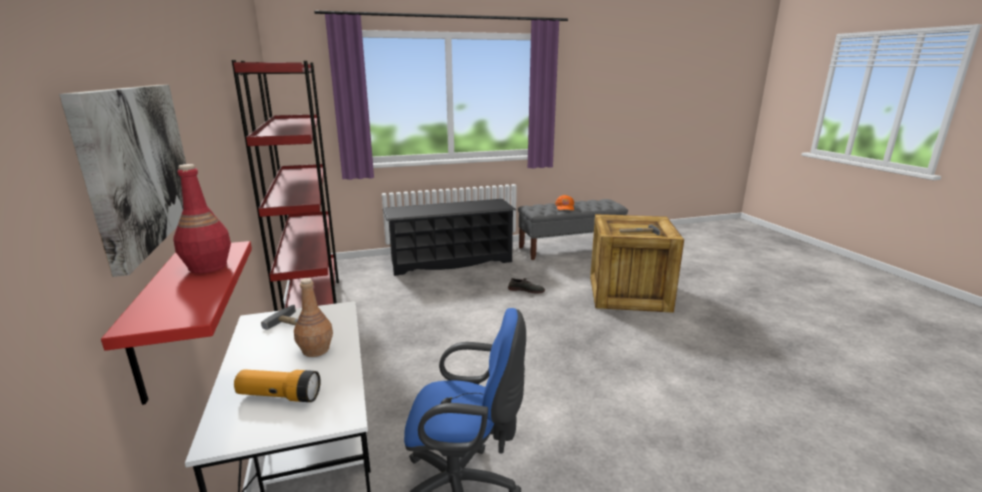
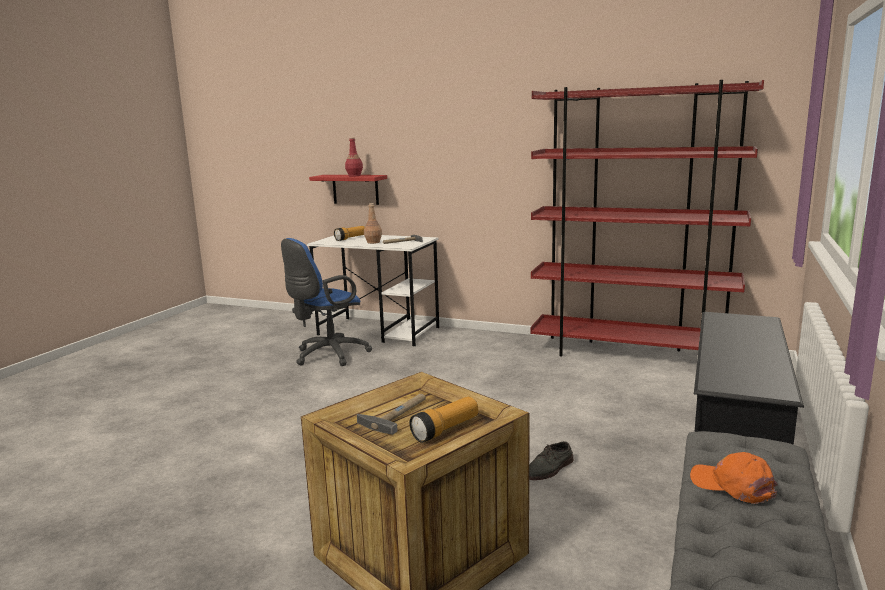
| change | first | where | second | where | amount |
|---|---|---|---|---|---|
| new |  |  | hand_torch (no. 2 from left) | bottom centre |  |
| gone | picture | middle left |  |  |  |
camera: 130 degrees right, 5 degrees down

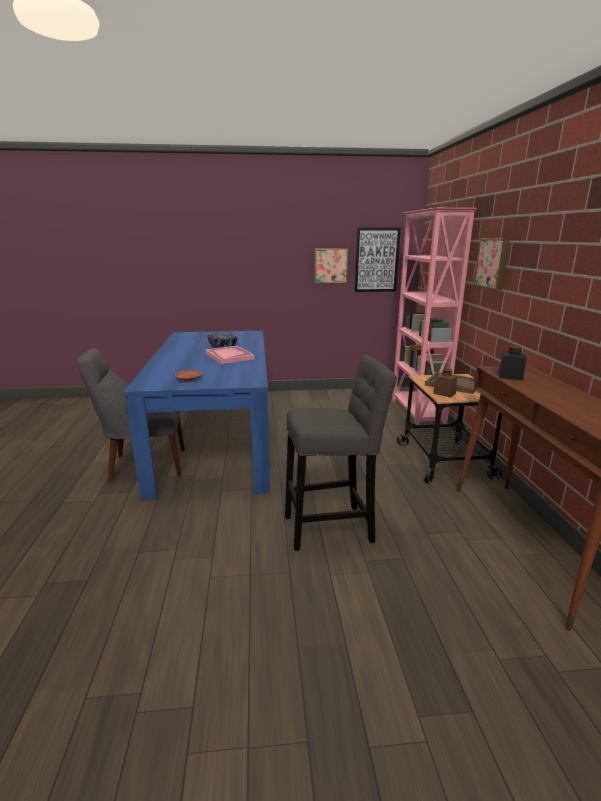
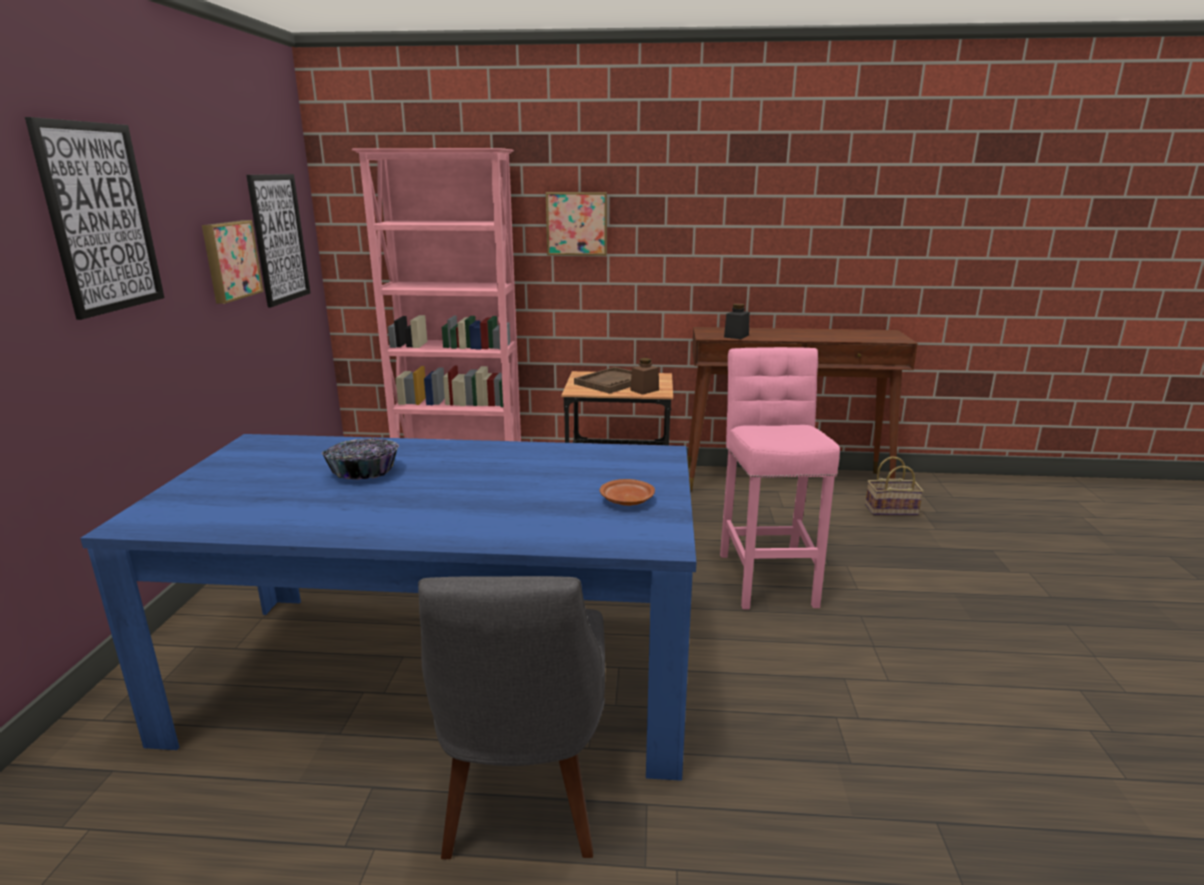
| change | first | where | second | where | amount |
|---|---|---|---|---|---|
| new |  |  | picture (no. 1 from left) | top left |  |
| repainted | grey_stool_seat | centre | pink-coloured_stool_seat | centre |  |
| new |  |  | basket | middle right |  |
| gone | pink-coloured_tray | centre |  |  |  |
camera: 80 degrees left, 0 degrees up

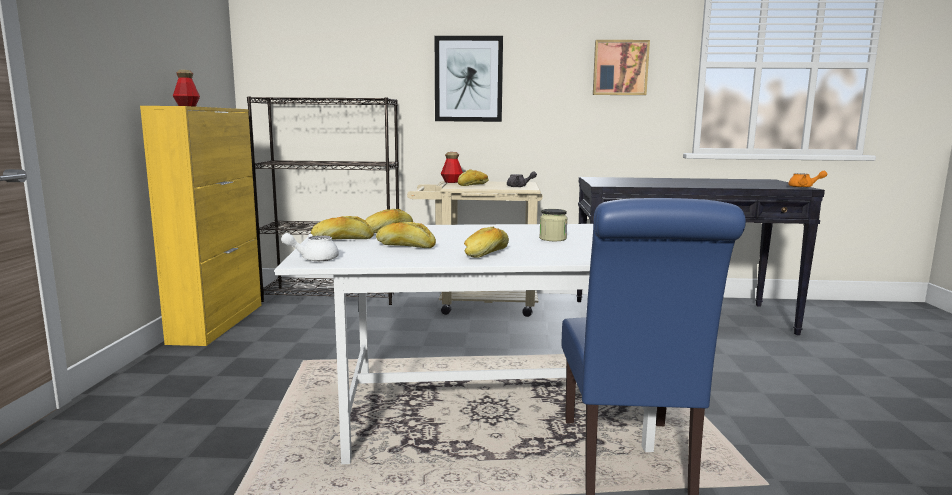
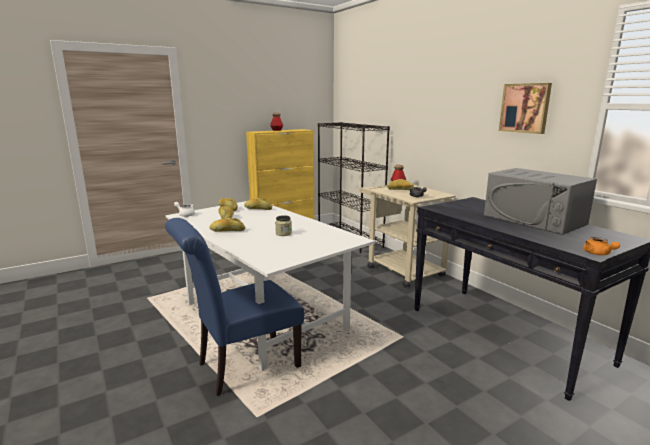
| change | first | where | second | where | amount |
|---|---|---|---|---|---|
| new |  |  | grey_microwave | middle right |  |
| gone | picture (no. 1 from left) | top centre |  |  |  |
camera: 55 degrees right, 5 degrees up

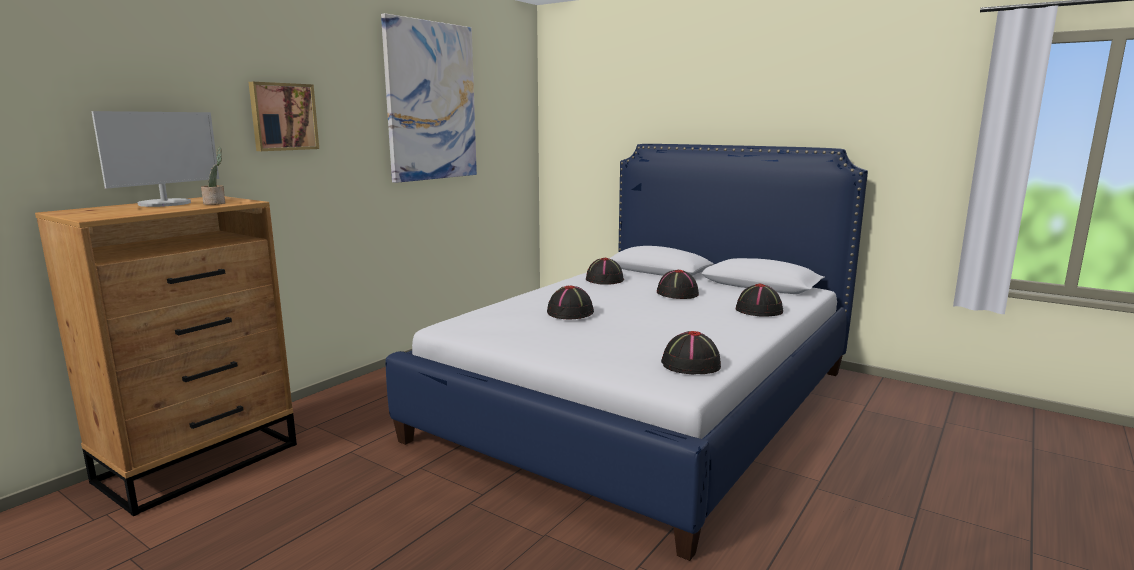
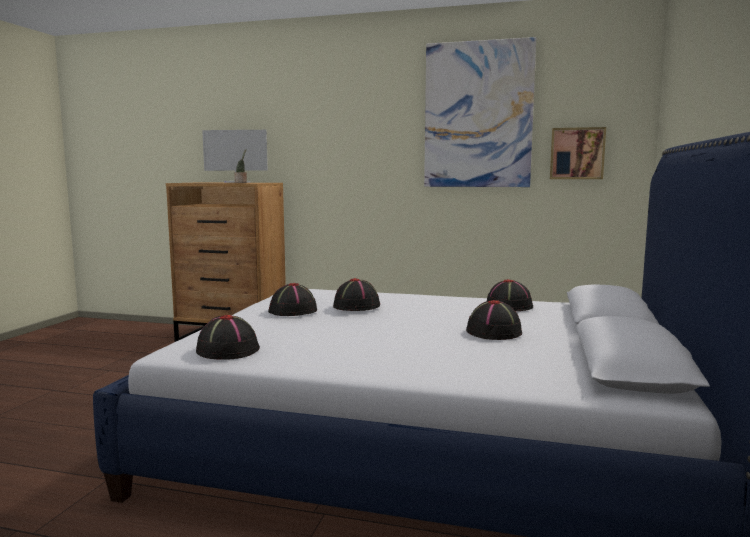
| change | first | where | second | where | amount |
|---|---|---|---|---|---|
| shifted | blackish_wearable_hat (no. 5 from left in the first image) | middle right | blackish_wearable_hat (no. 2 from left) | centre |  |
| shifted | picture (no. 1 from left in the first image) | top left | picture (no. 2 from left) | top right |  |
camera: 70 degrees right, 5 degrees down

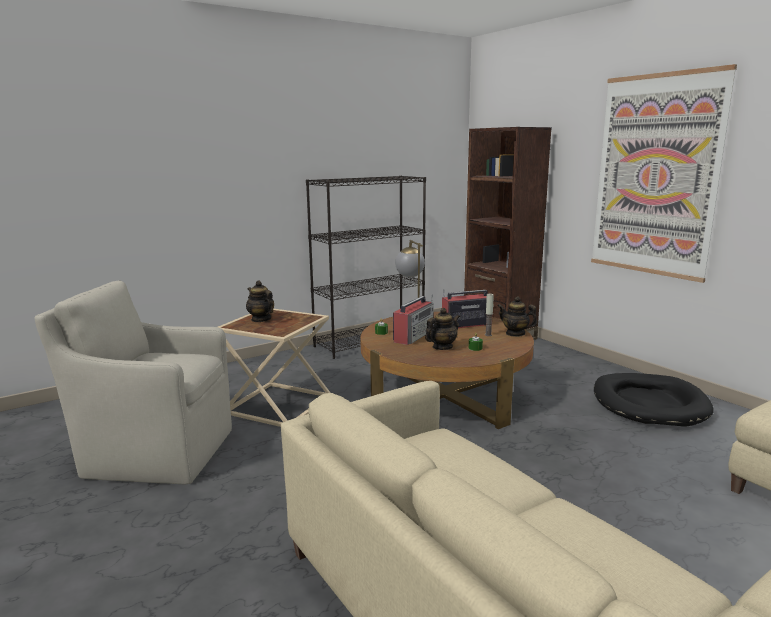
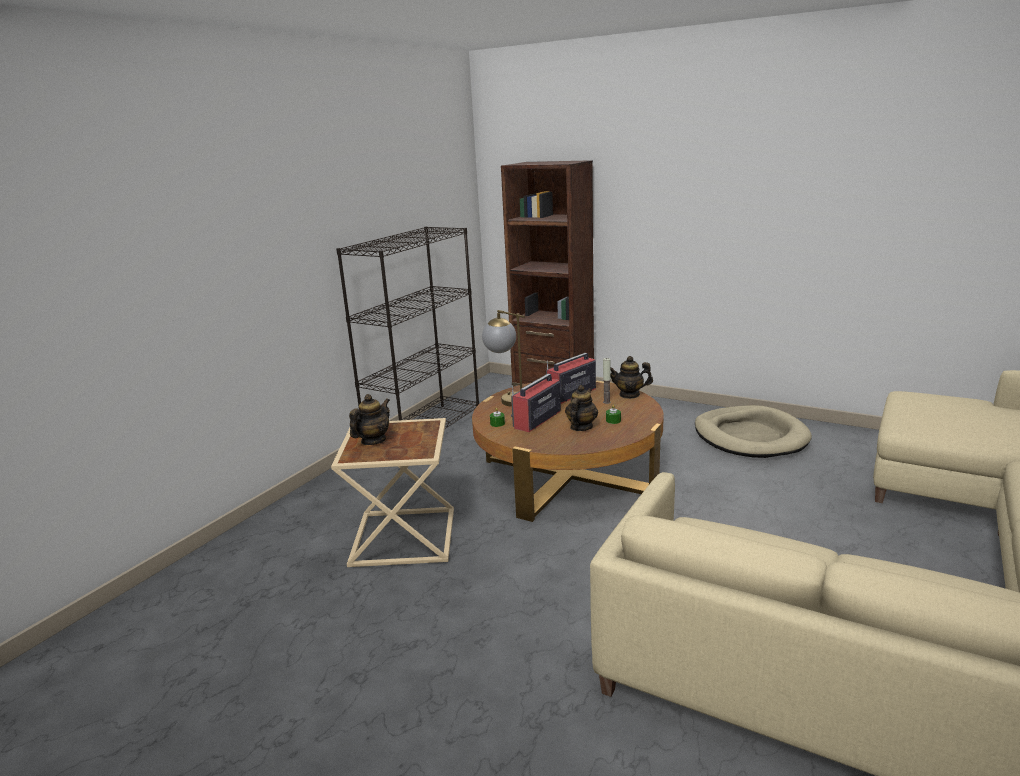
| change | first | where | second | where | amount |
|---|---|---|---|---|---|
| rotated | pot_for_tea (no. 1 from left) | centre |  | centre | 105 degrees clockwise |
| rotated | radio (no. 1 from left) | centre |  | centre | 150 degrees counterclockwise |
| repainted | blackish_dog_bed | middle right | sand-coloured_dog_bed | middle right |  |
| gone | sand-coloured_easy_chair | middle left |  |  |  |
| gone | picture | top right |  |  |  |
camera: 25 degrees left, 5 degrees up

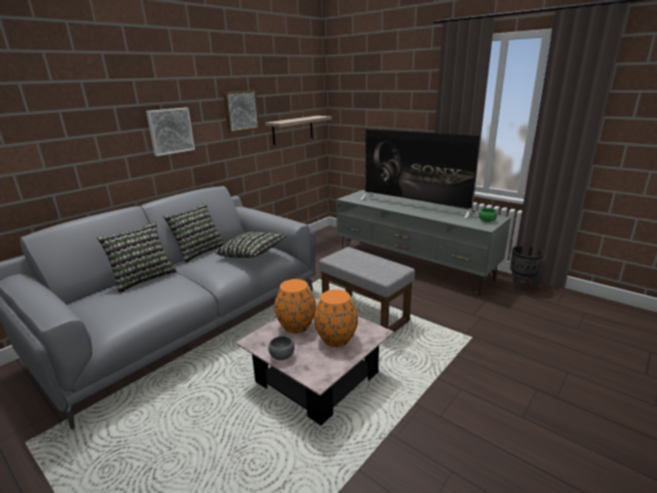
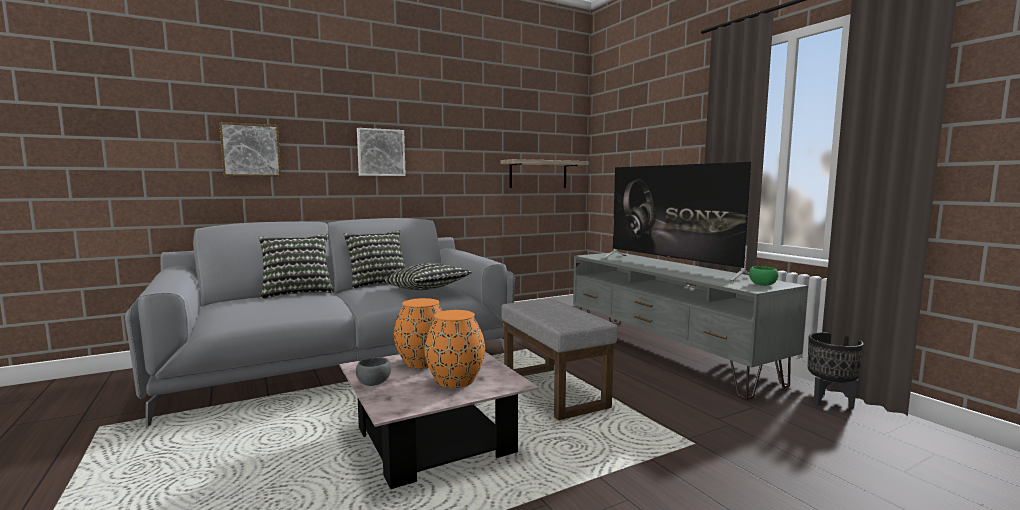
| change | first | where | second | where | amount |
|---|---|---|---|---|---|
| shifted | picture (no. 2 from left in the first image) | top centre | picture (no. 1 from left) | top left |  |
camera: 20 degrees right, 15 degrees down

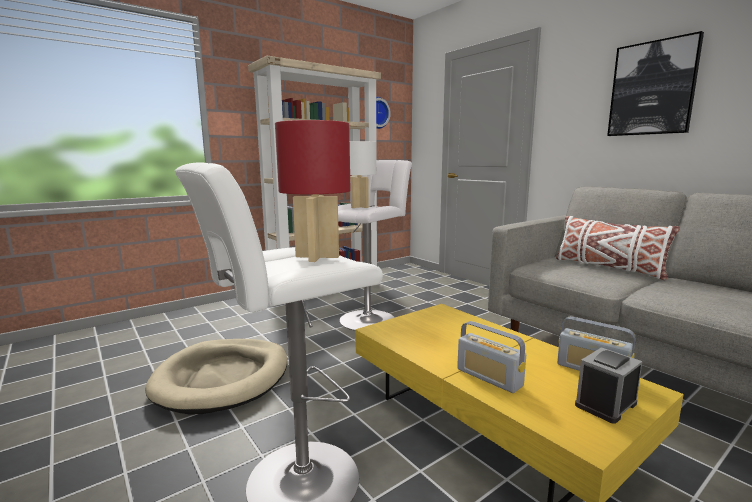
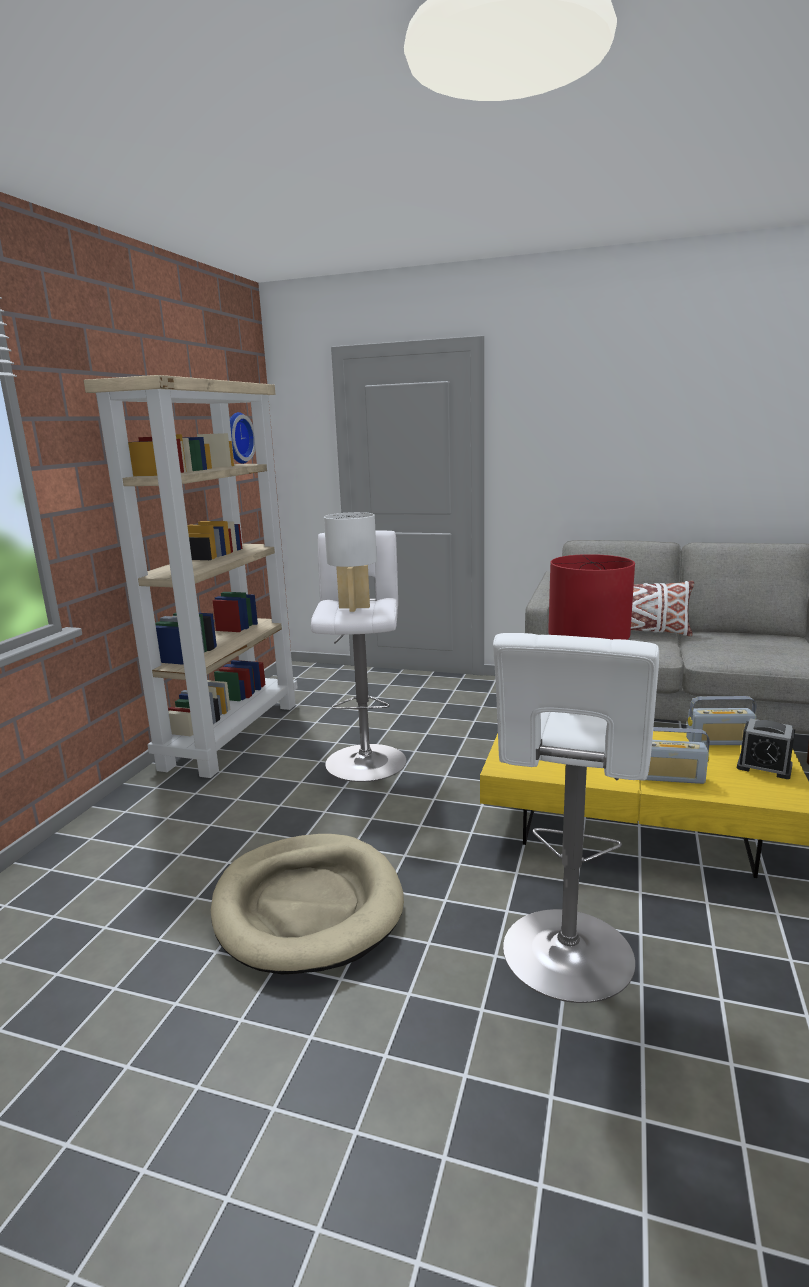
| change | first | where | second | where | amount |
|---|---|---|---|---|---|
| rotated | table_clock | bottom right |  | middle right | 75 degrees counterclockwise |
| gone | picture | top right |  |  |  |
camera: 35 degrees left, 5 degrees up

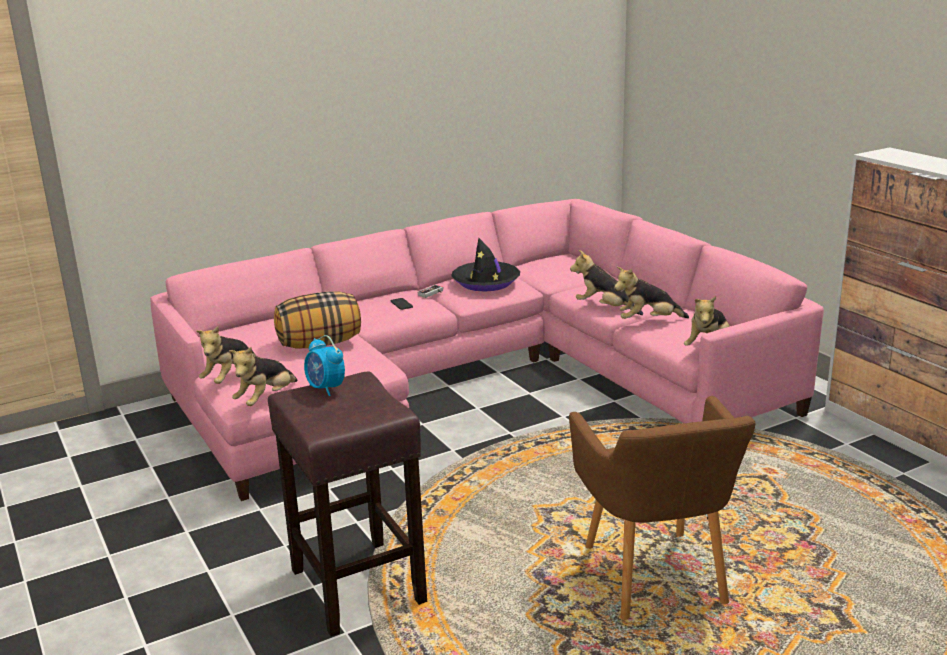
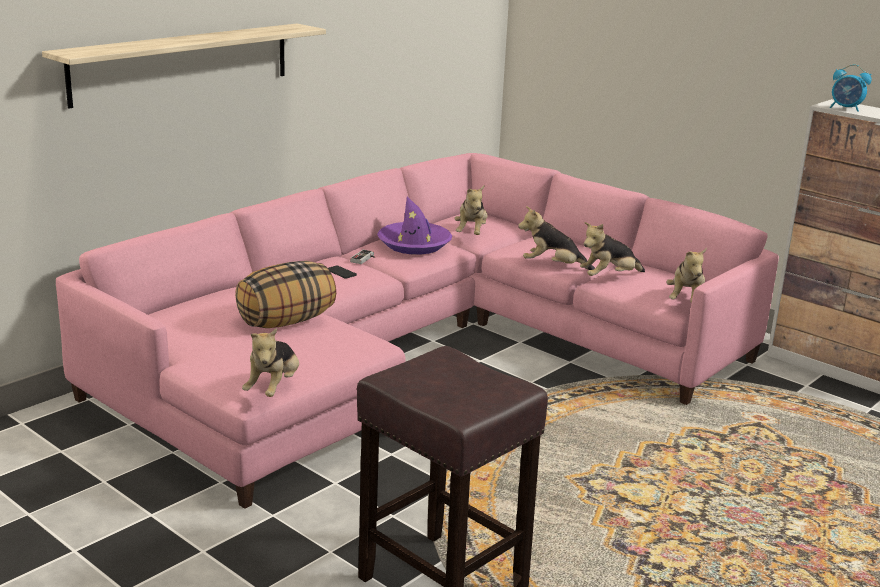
| change | first | where | second | where | amount |
|---|---|---|---|---|---|
| new |  |  | bracket_shelf | top left |  |
| repainted | blackish_wearable_hat | centre | purple-coloured_wearable_hat | centre |  |
| shifted | soft_toy (no. 1 from left in the first image) | middle left | soft_toy (no. 2 from left) | centre |  |
| shifted | table_clock | centre |  | top right |  |
| gone | brown_easy_chair | bottom right |  |  |  |
camera: 20 degrees left, 0 degrees up

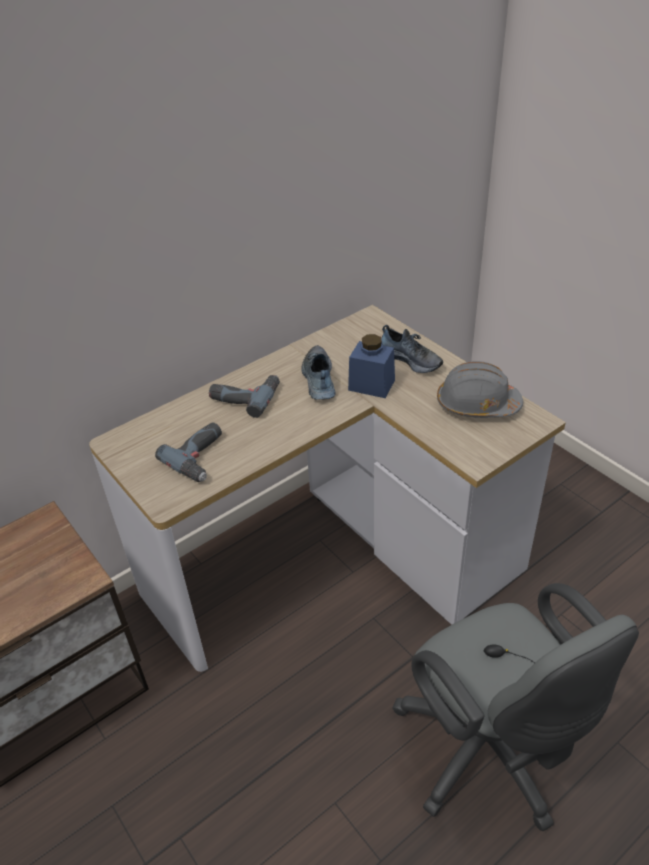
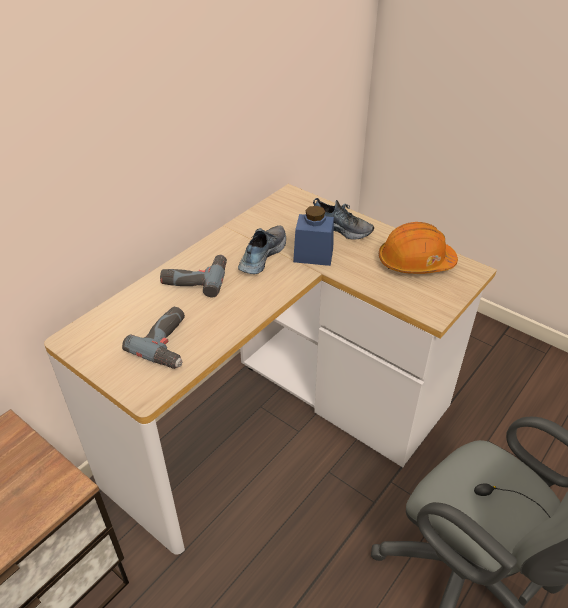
| change | first | where | second | where | amount |
|---|---|---|---|---|---|
| rotated | low_shoe (no. 1 from left) | centre |  | centre | 45 degrees clockwise |
| repainted | grey_work_helmet | middle right | orange-coloured_work_helmet | middle right |  |
camera: 15 degrees left, 0 degrees up

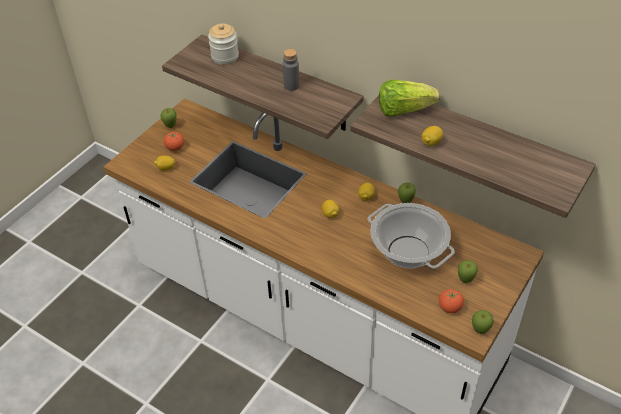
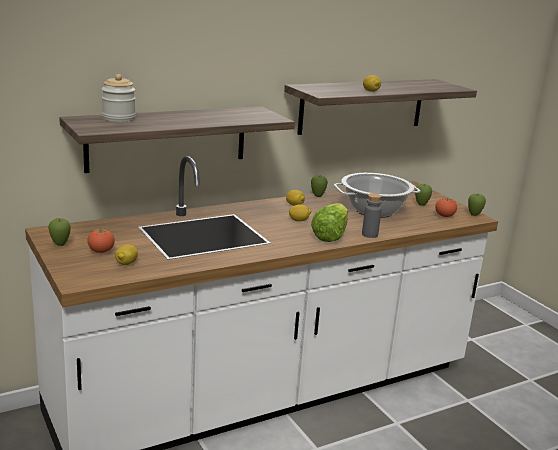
| change | first | where | second | where | amount |
|---|---|---|---|---|---|
| shifted | lettuce_head | top centre |  | centre |  |
| shifted | grey_drink_bottle | top centre |  | middle right |  |
camera: 65 degrees left, 25 degrees down

